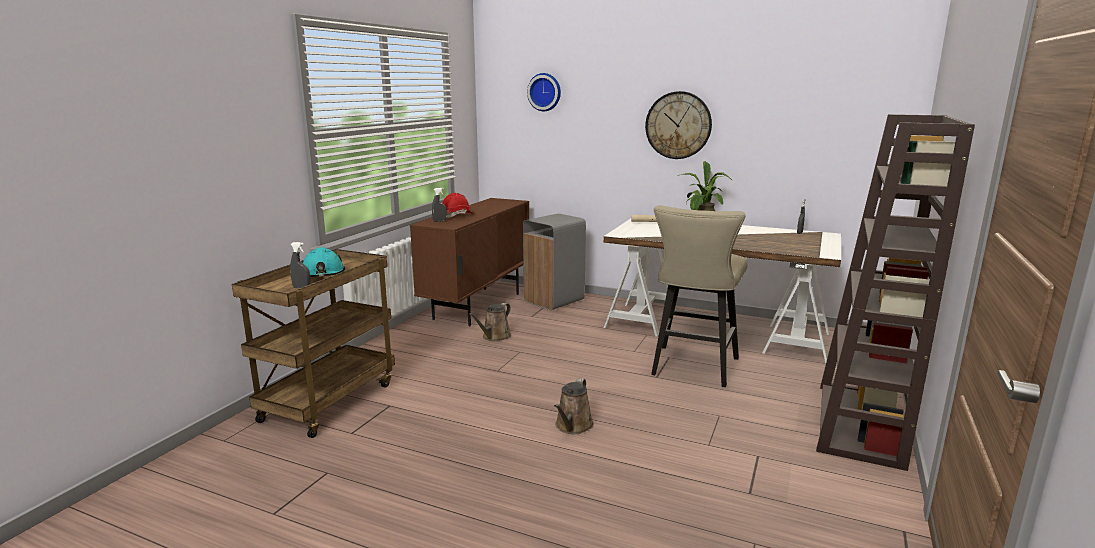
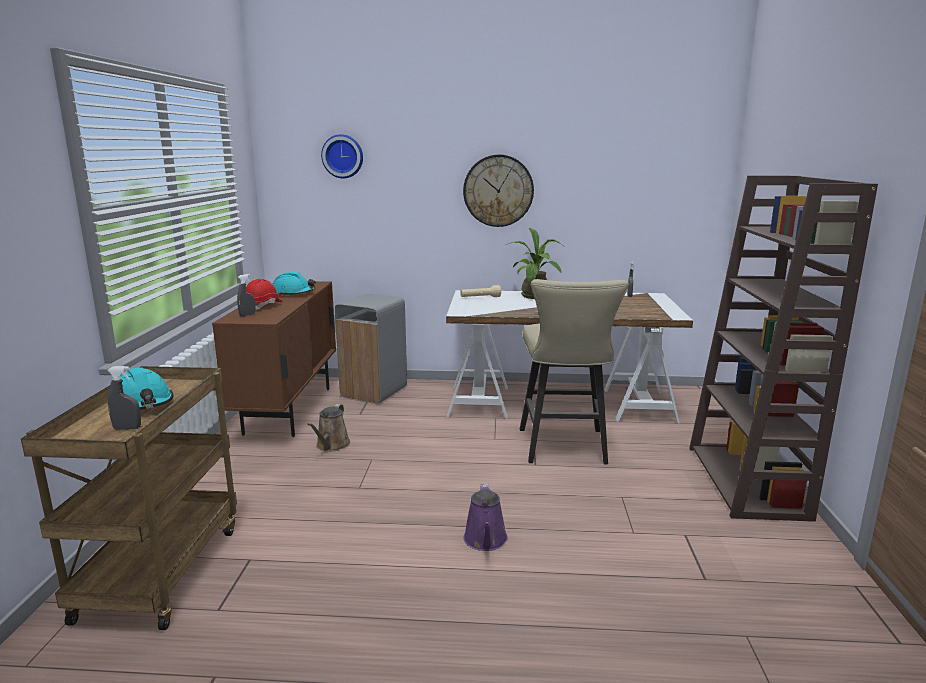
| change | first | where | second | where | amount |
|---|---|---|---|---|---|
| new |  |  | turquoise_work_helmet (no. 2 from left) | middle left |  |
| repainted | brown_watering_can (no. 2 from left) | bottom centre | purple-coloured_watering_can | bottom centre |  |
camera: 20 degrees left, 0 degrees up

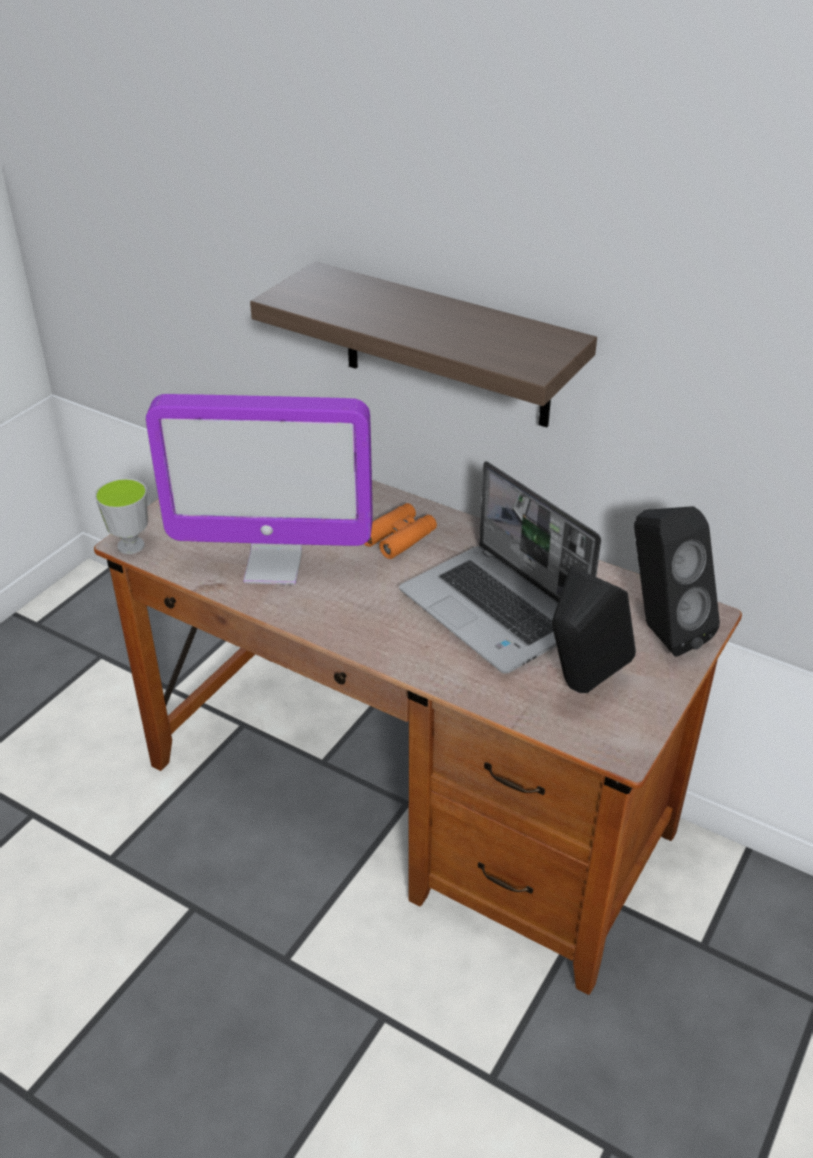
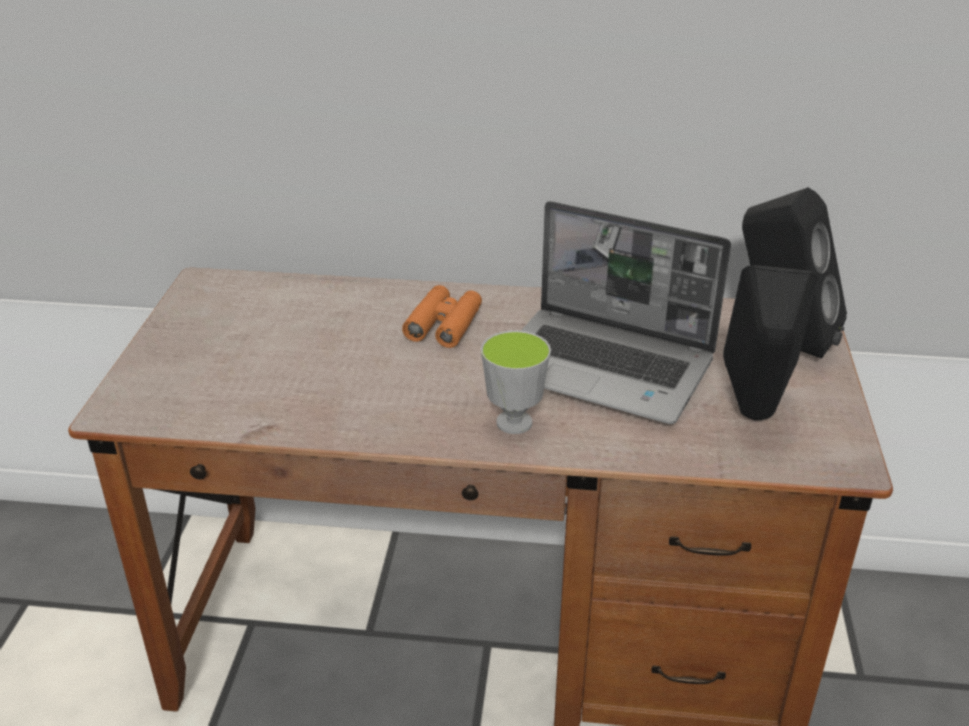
| change | first | where | second | where | amount |
|---|---|---|---|---|---|
| shifted | drinking_cup | middle left |  | centre |  |
| gone | computer_display | middle left |  |  |  |
| gone | bracket_shelf | top centre |  |  |  |
camera: 25 degrees left, 5 degrees down

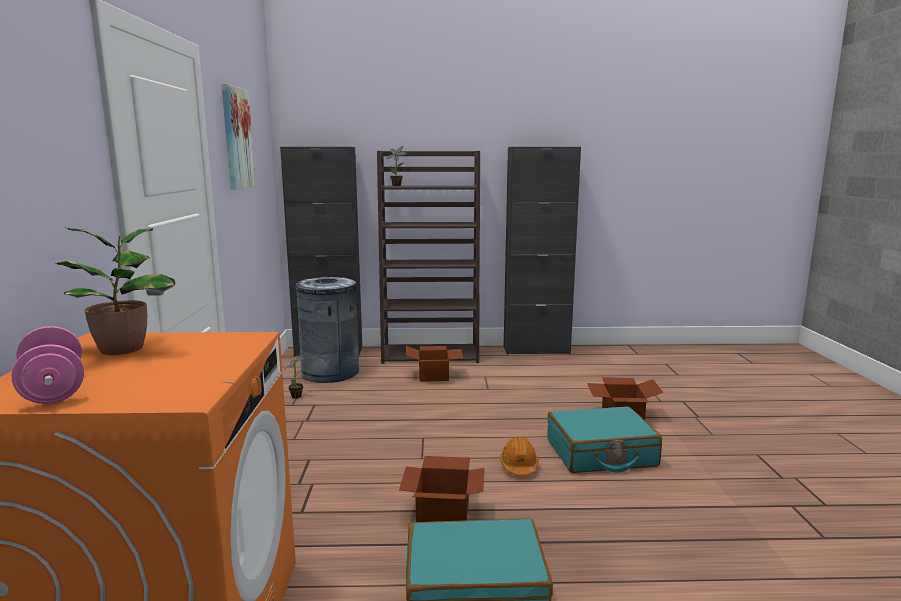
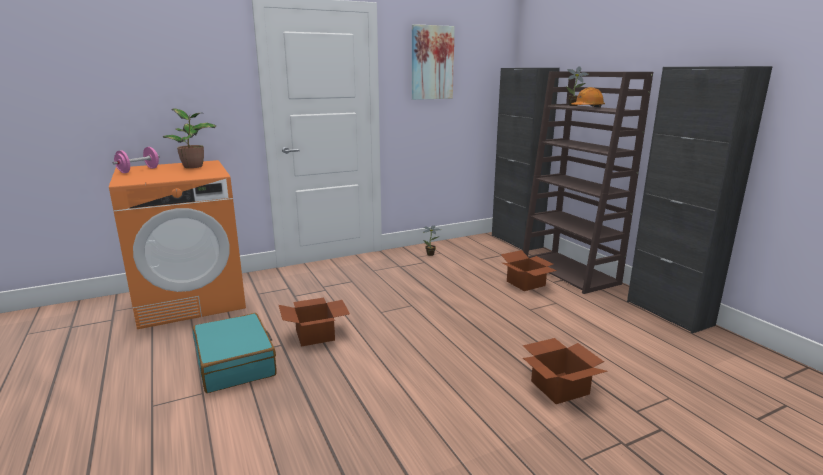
| change | first | where | second | where | amount |
|---|---|---|---|---|---|
| shifted | orange-coloured_work_helmet | bottom centre |  | top right |  |
| gone | grey_rubbish_bin | centre |  |  |  |
| gone | turquoise_suitcase (no. 2 from left) | bottom right |  |  |  |
camera: 65 degrees right, 5 degrees up

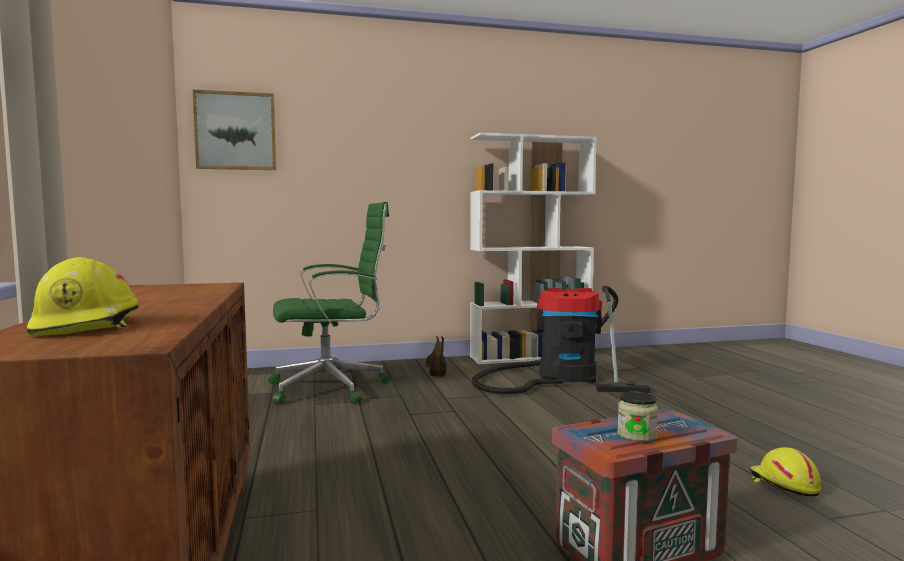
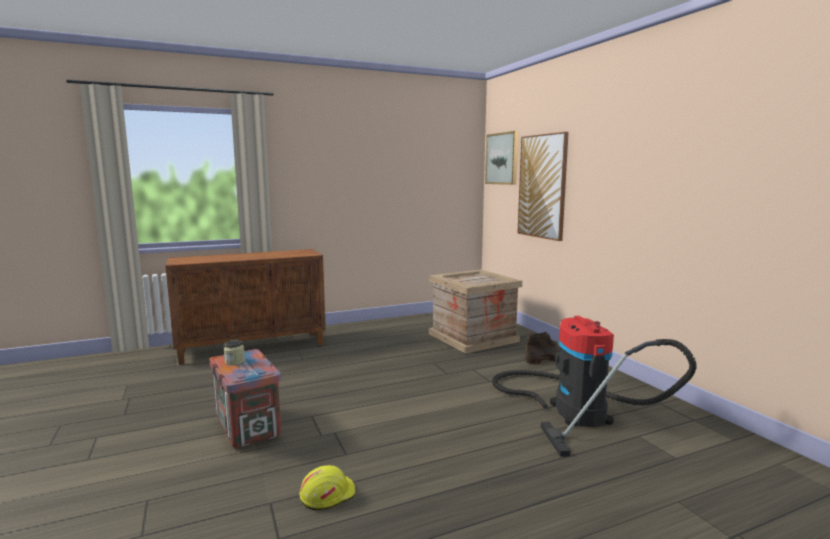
| change | first | where | second | where | amount |
|---|---|---|---|---|---|
| swapped | green_computer_chair | centre | shipping_crate (no. 2 from left) | centre |  |
| new |  |  | picture (no. 2 from left) | centre |  |
| gone | yellow-coloured_work_helmet (no. 1 from left) | middle left |  |  |  |
| gone | white_bookshelf | centre |  |  |  |
camera: 80 degrees right, 5 degrees up

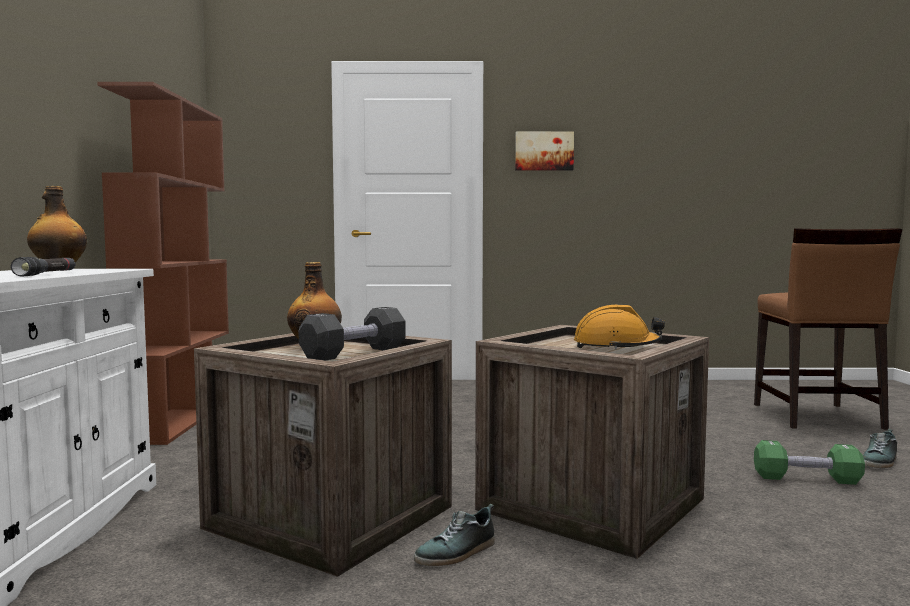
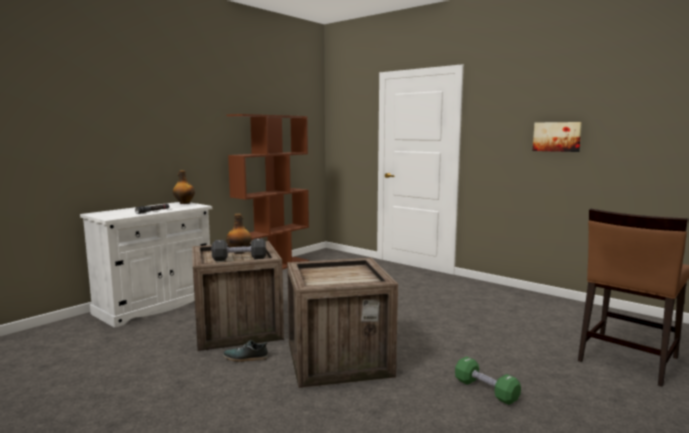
| change | first | where | second | where | amount |
|---|---|---|---|---|---|
| shifted | picture | top centre |  | top right |  |
| gone | orange-coloured_work_helmet | middle right |  |  |  |
| gone | low_shoe (no. 2 from left) | bottom right |  |  |  |
camera: 40 degrees right, 5 degrees up

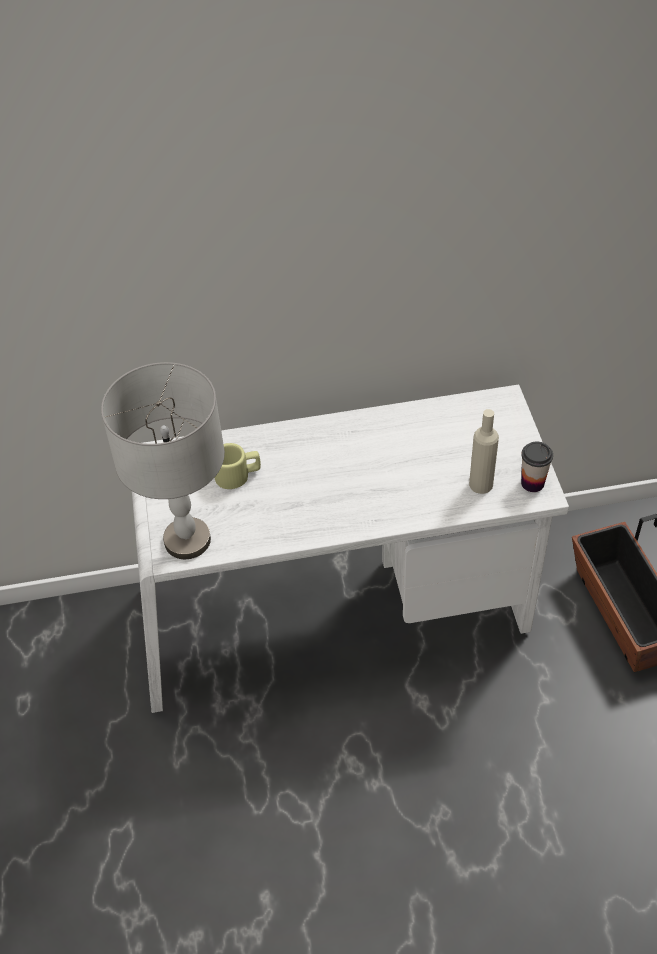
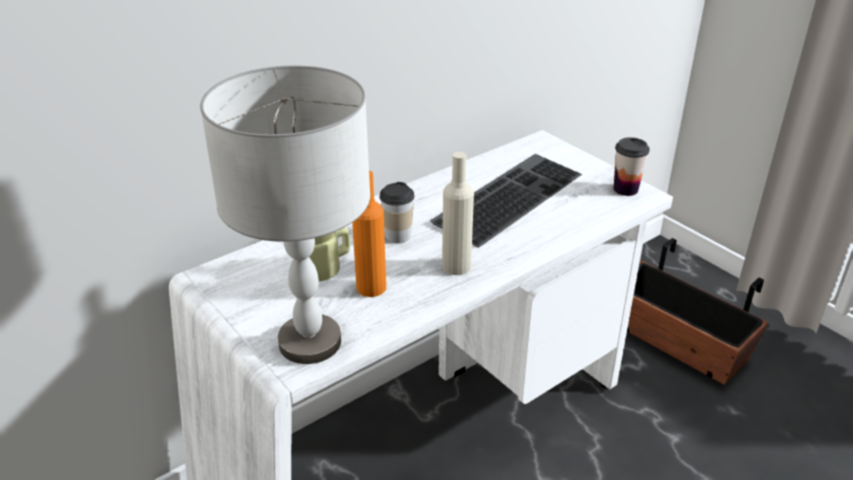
| change | first | where | second | where | amount |
|---|---|---|---|---|---|
| new |  |  | orange-coloured_drink_bottle | centre |  |
| new |  |  | drinking_cup (no. 1 from left) | centre |  |
| new |  |  | computer_keyboard | centre |  |
| shifted | sand-coloured_drink_bottle | middle right |  | centre |  |
camera: 30 degrees left, 15 degrees down

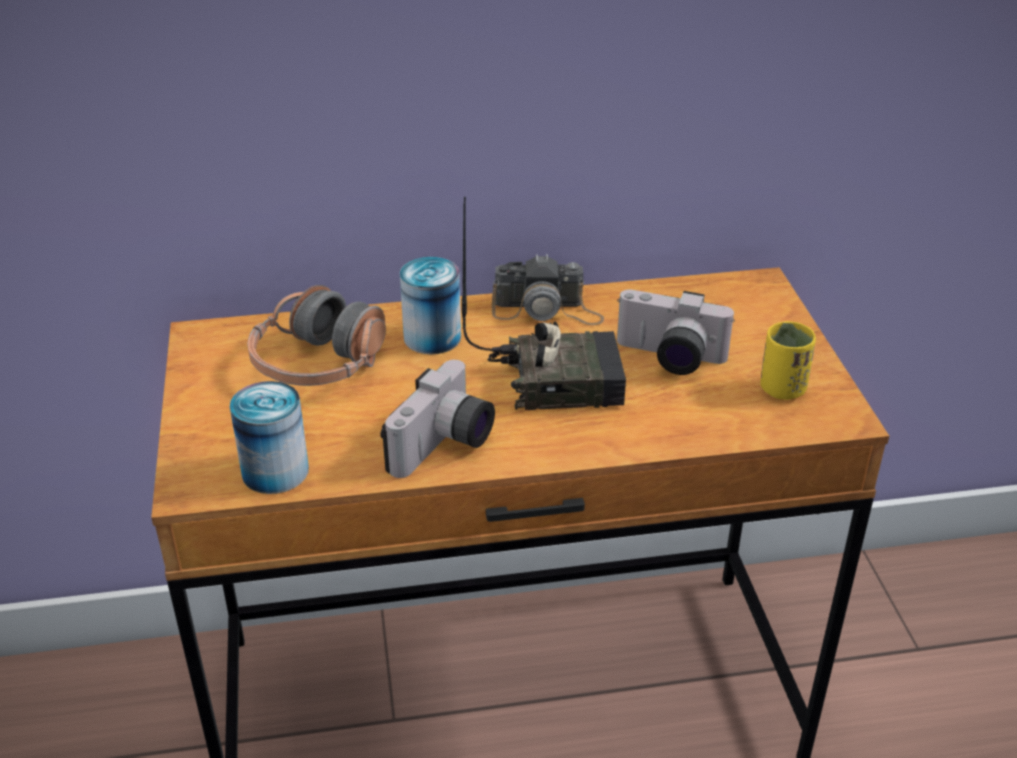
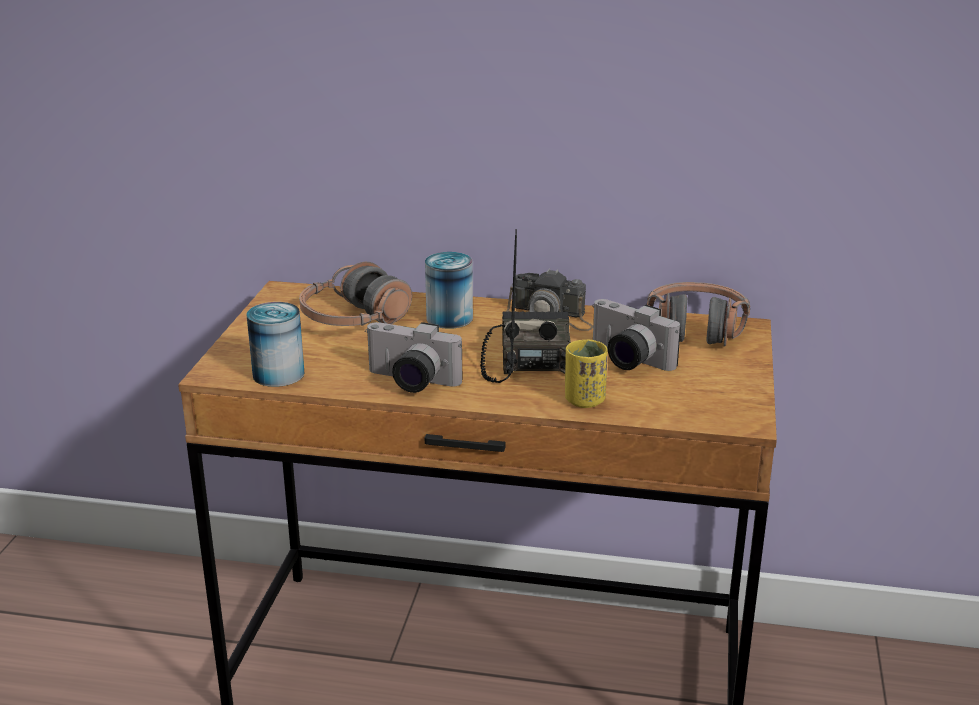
| change | first | where | second | where | amount |
|---|---|---|---|---|---|
| rotated | still_camera (no. 1 from left) | centre |  | centre | 60 degrees clockwise |
| rotated | radio | centre |  | centre | 105 degrees counterclockwise |
| shifted | yellow-coloured_drinking_cup | middle right |  | centre |  |
| new |  |  | headphones (no. 2 from left) | middle right |  |
camera: 20 degrees right, 10 degrees down

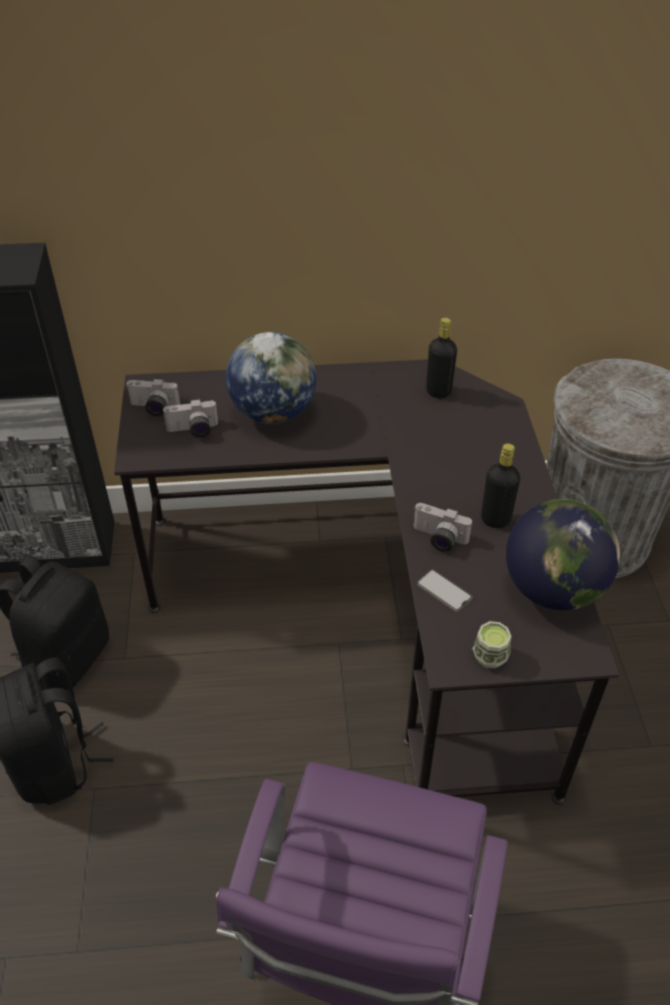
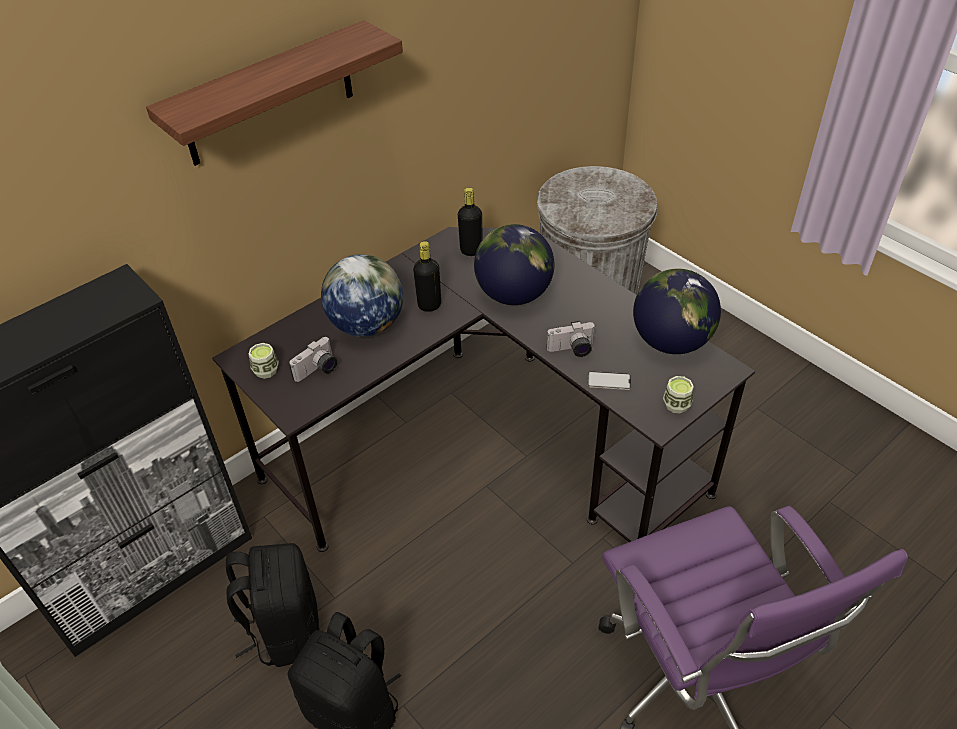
| change | first | where | second | where | amount |
|---|---|---|---|---|---|
| new |  |  | bracket_shelf | top left |  |
| swapped | still_camera (no. 1 from left) | middle left | drinking_cup (no. 1 from left) | middle left |  |
| shifted | blackish_drink_bottle (no. 2 from left in the first image) | middle right | blackish_drink_bottle (no. 1 from left) | centre |  |
| new |  |  | world_globe (no. 2 from left) | centre |  |
camera: 35 degrees left, 0 degrees up

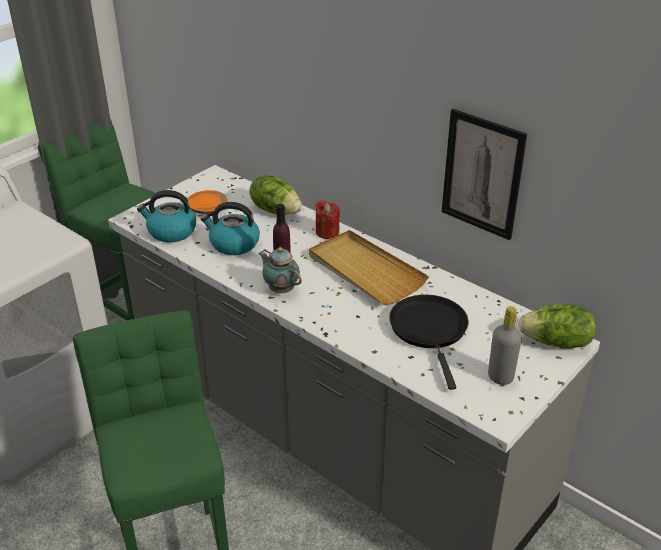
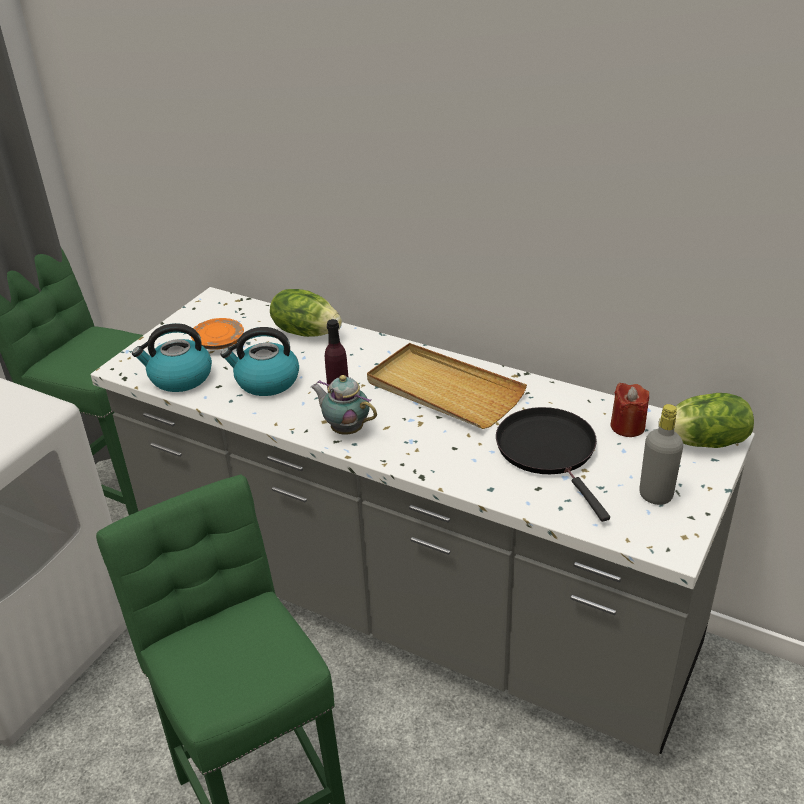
| change | first | where | second | where | amount |
|---|---|---|---|---|---|
| shifted | reddish_wax_light | centre |  | middle right |  |
| gone | picture | top right |  |  |  |
camera: 10 degrees left, 0 degrees up

